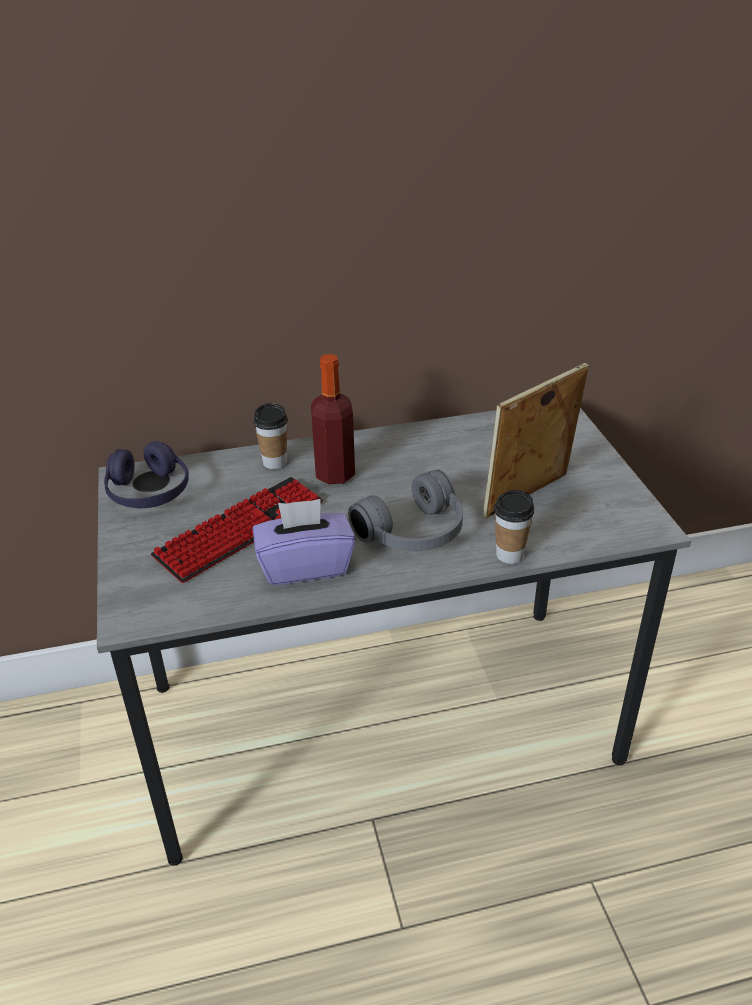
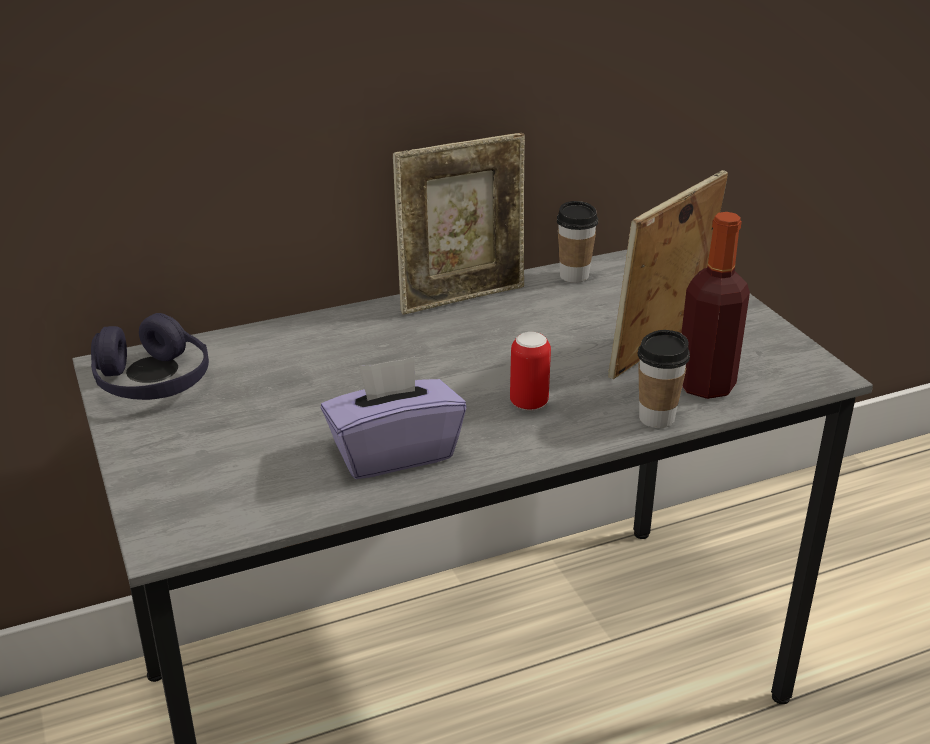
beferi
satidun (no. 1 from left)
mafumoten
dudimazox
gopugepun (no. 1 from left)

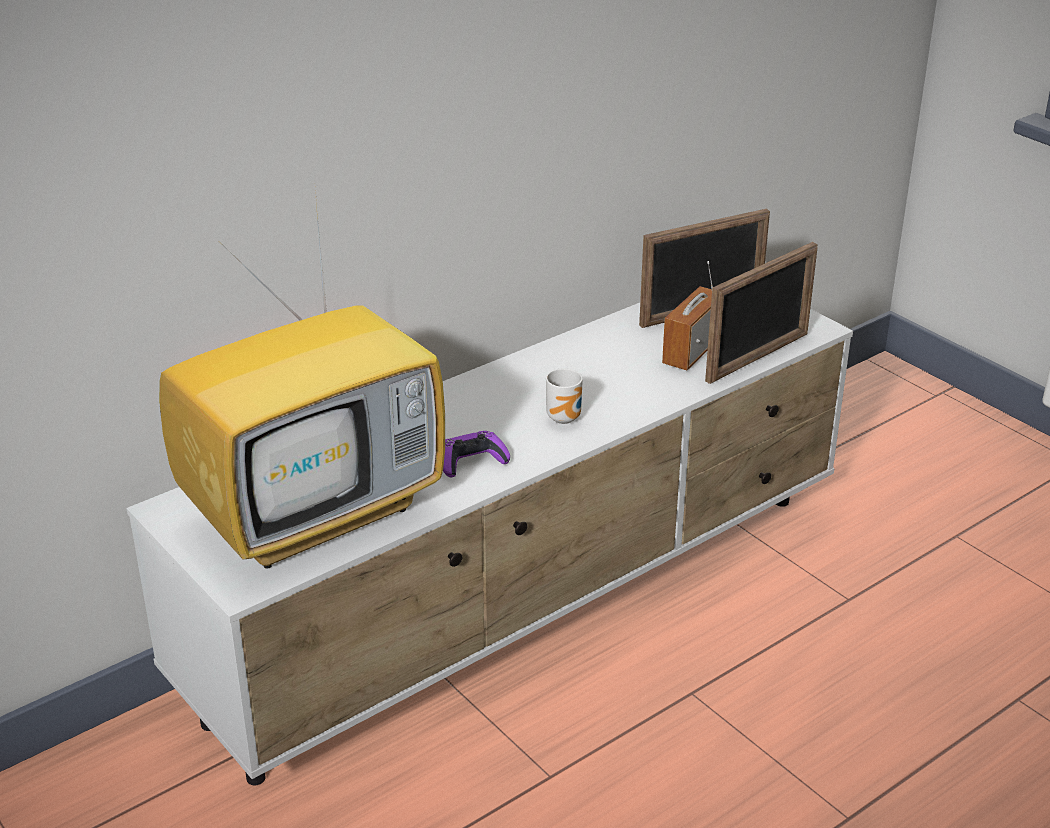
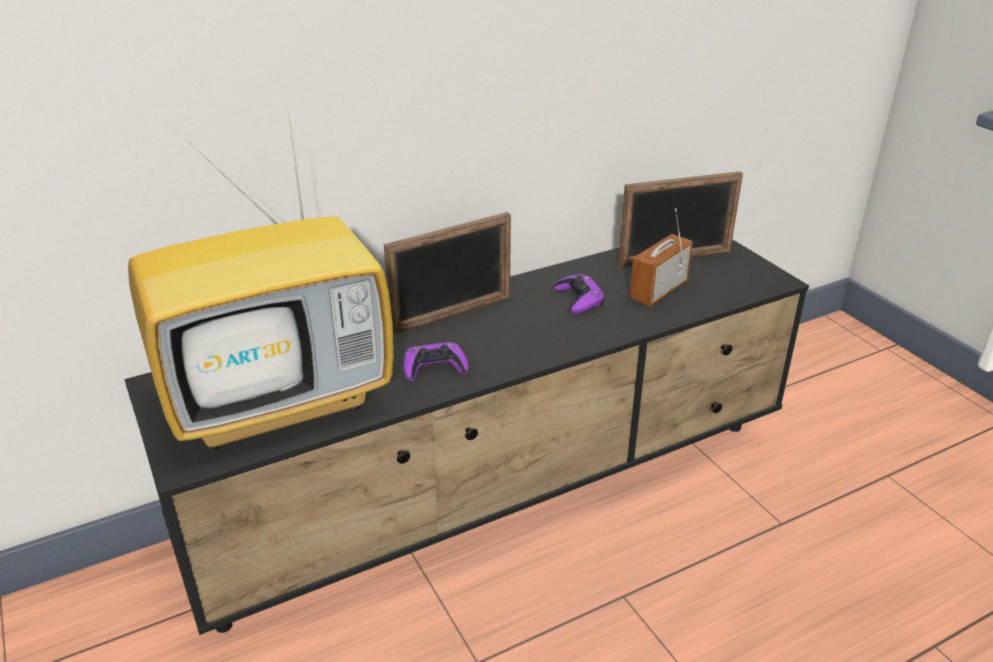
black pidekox
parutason
gopugepun (no. 1 from left)
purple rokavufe (no. 2 from left)

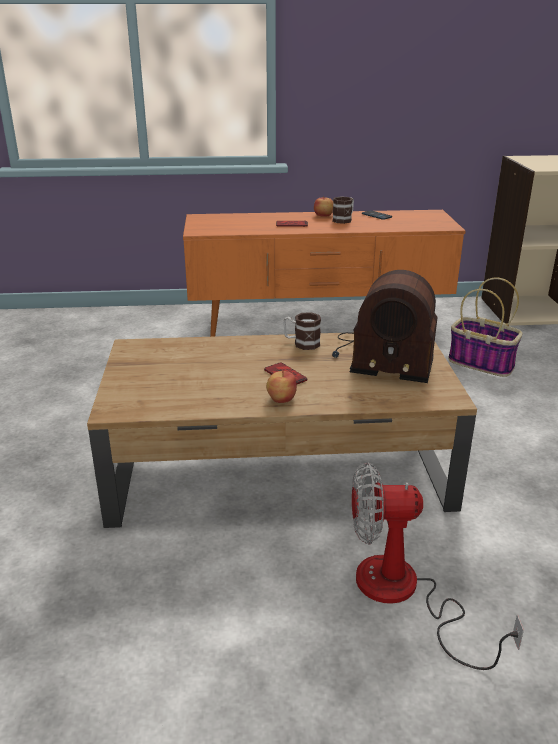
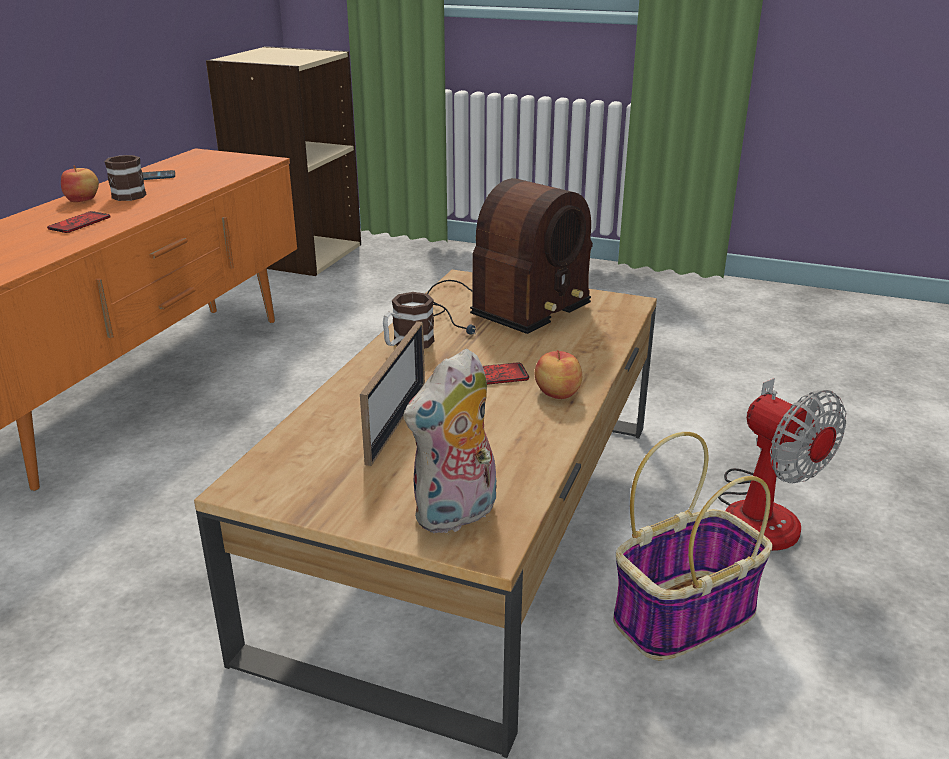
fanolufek
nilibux
gopugepun
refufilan

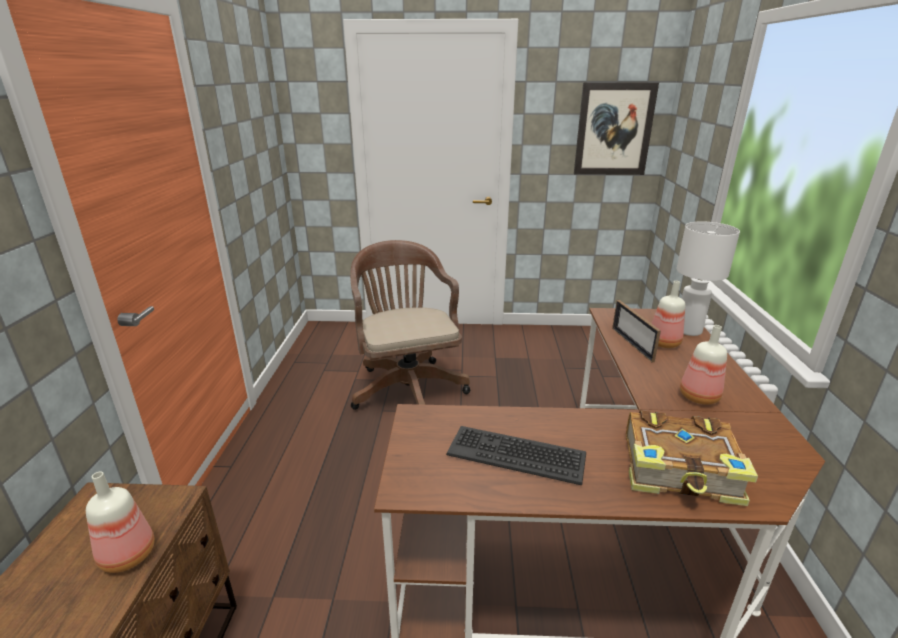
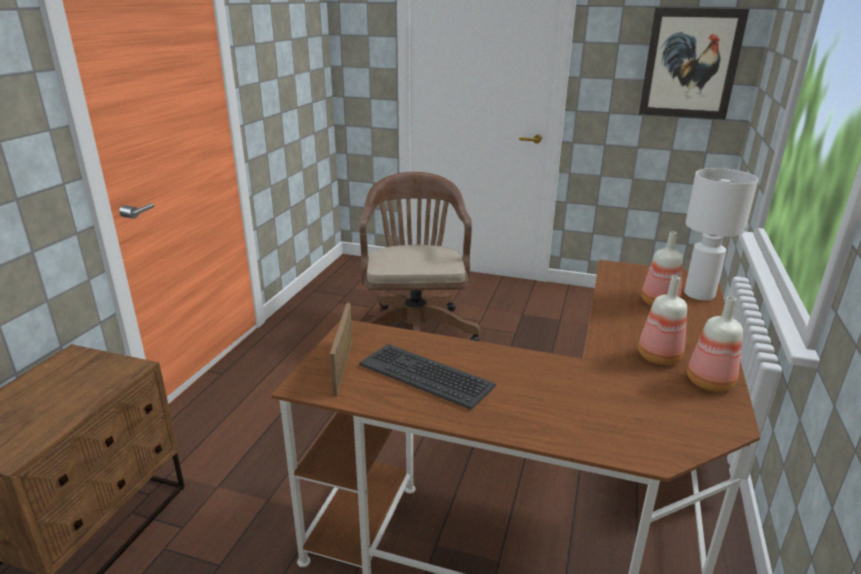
mafumoten (no. 3 from left)
gopugepun
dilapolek

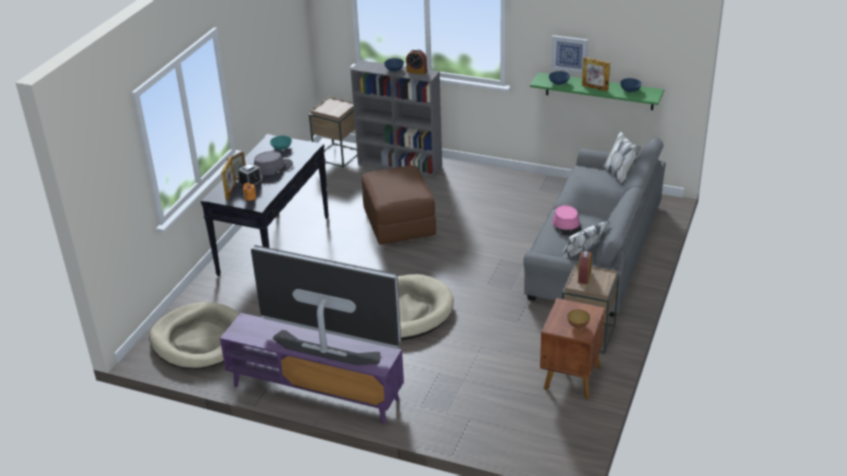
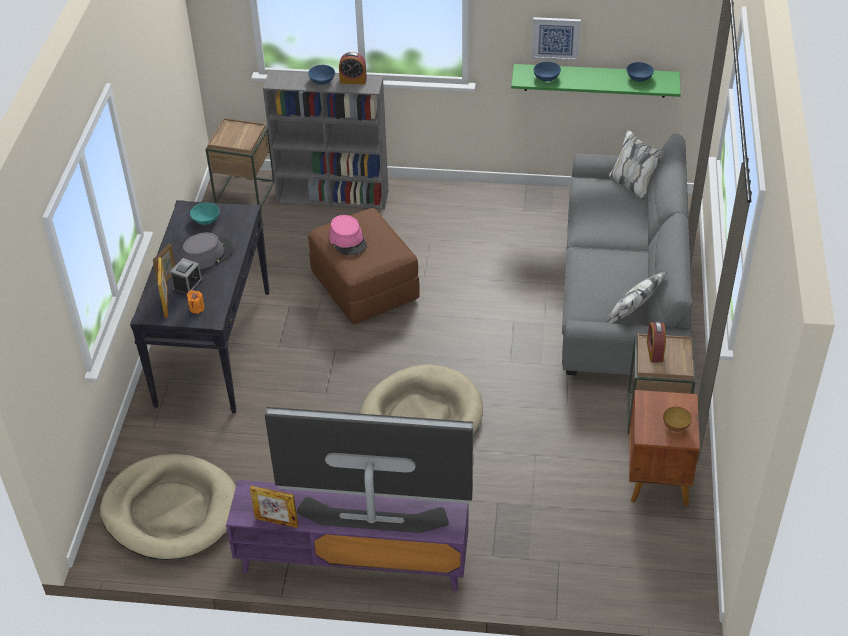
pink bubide
gopugepun (no. 3 from left)

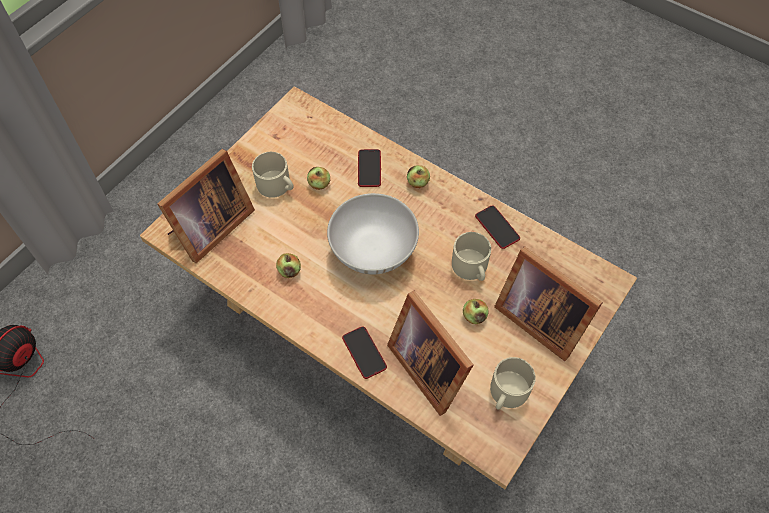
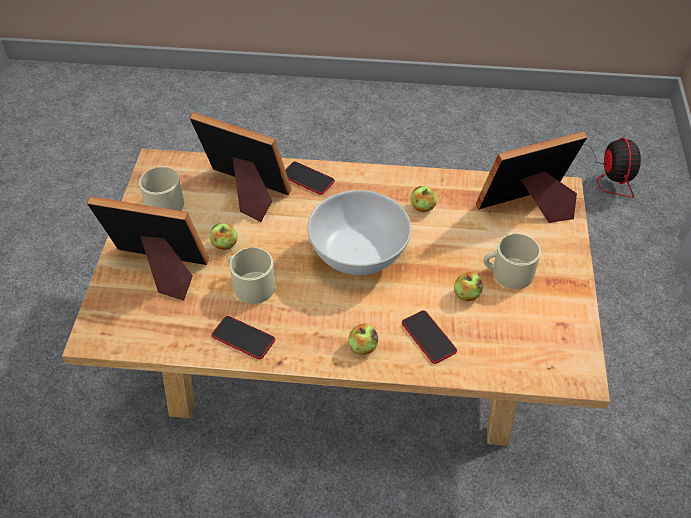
gopugepun (no. 3 from left)

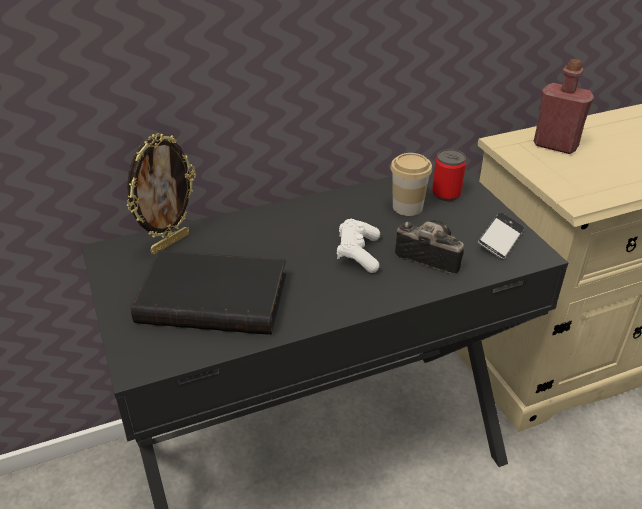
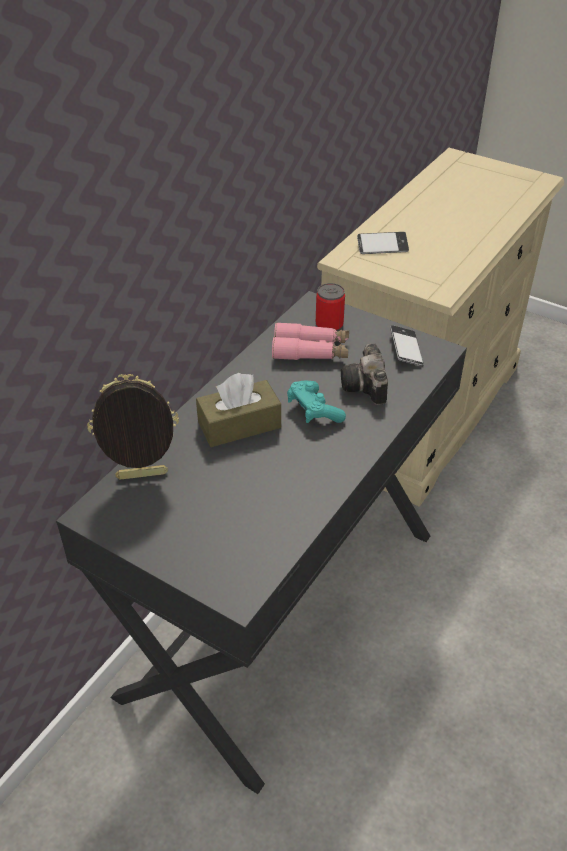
gopugepun
black dilapolek
turquoise rokavufe
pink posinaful
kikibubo
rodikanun (no. 1 from left)
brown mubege

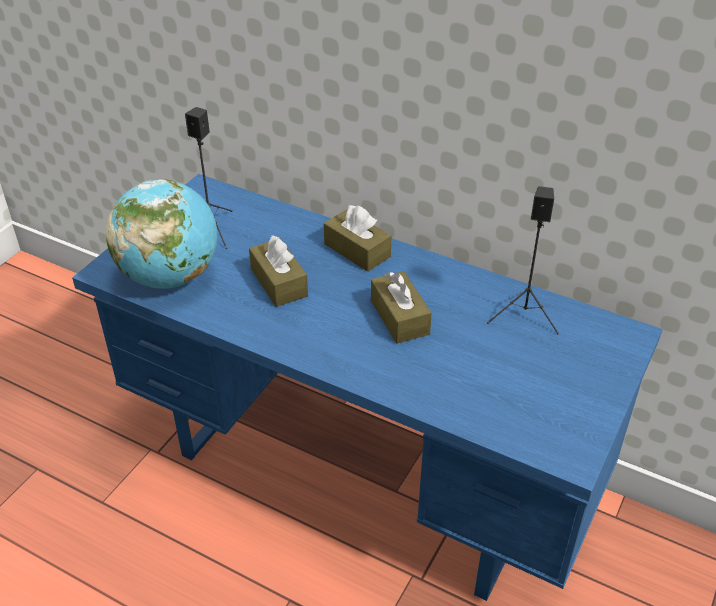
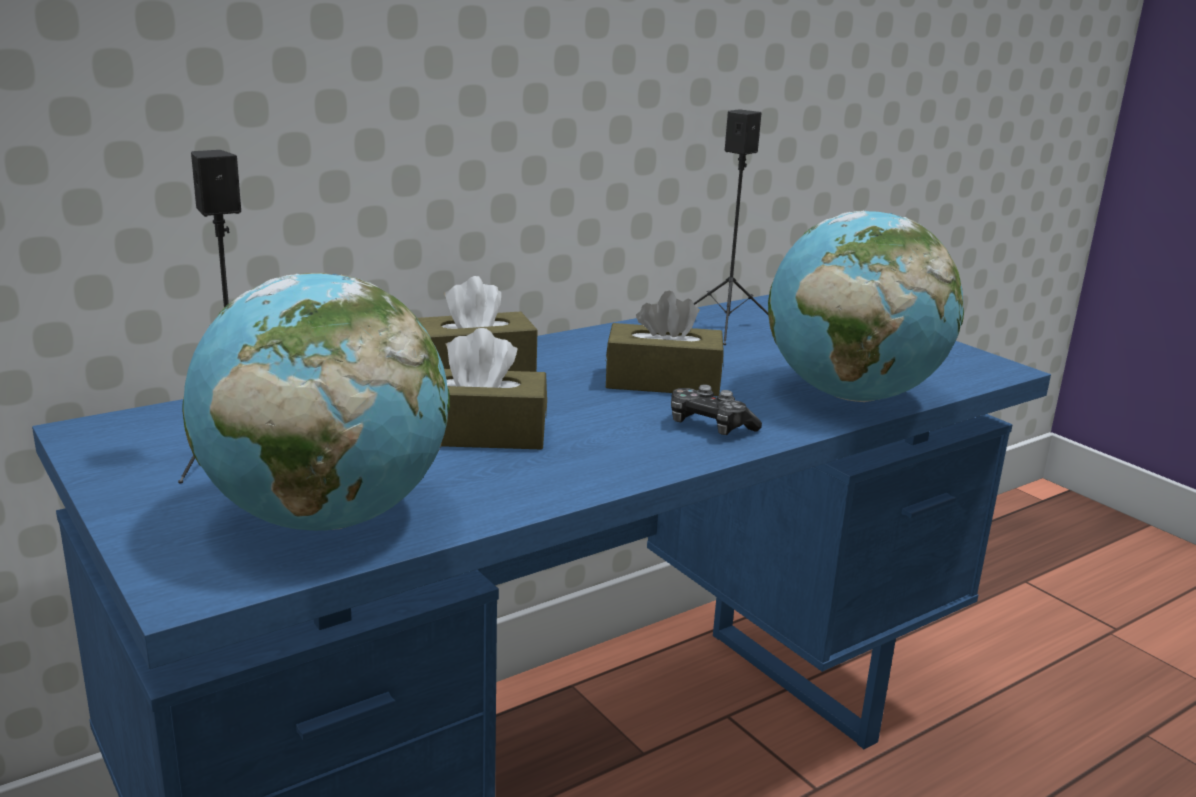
rokavufe
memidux (no. 2 from left)

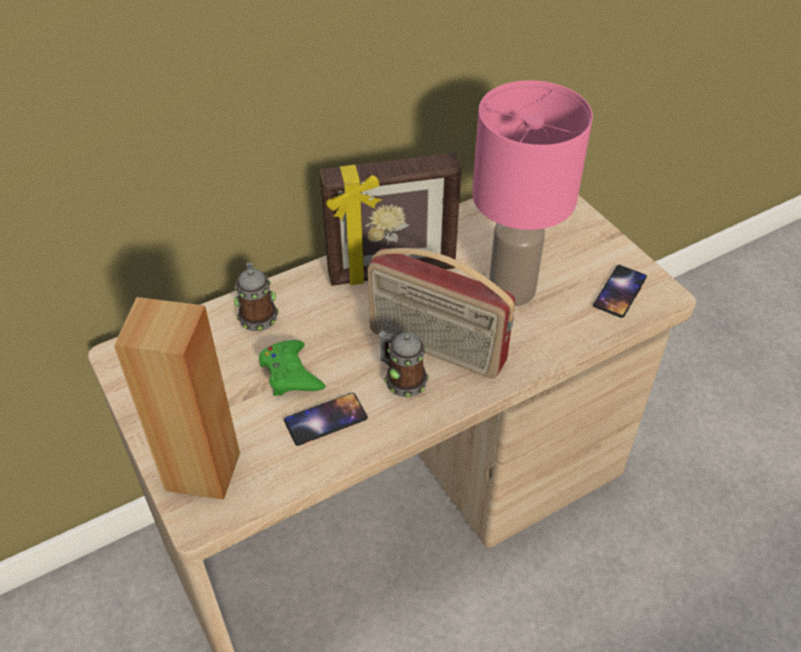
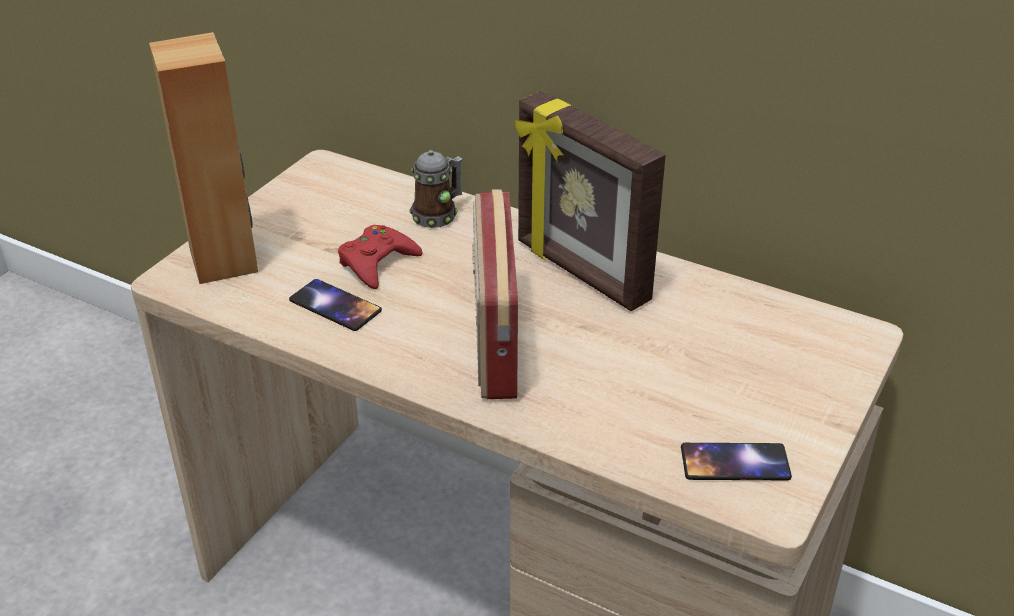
red rokavufe
parutason (no. 2 from left in the first image)
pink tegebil

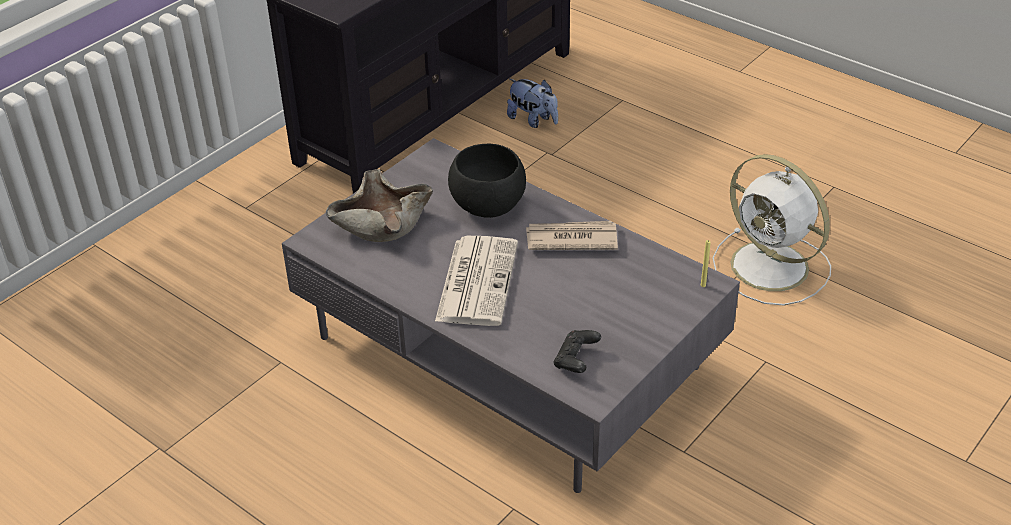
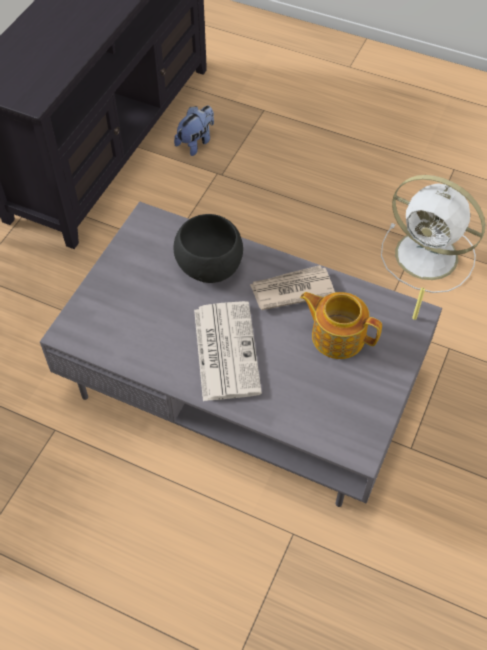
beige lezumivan
refufilan
black rokavufe
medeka

